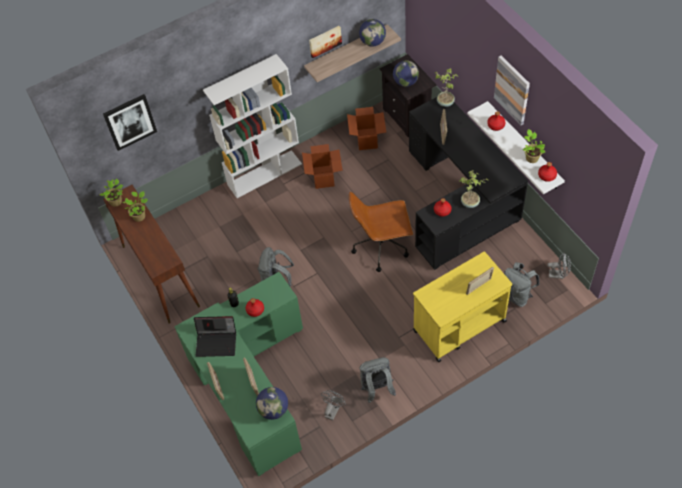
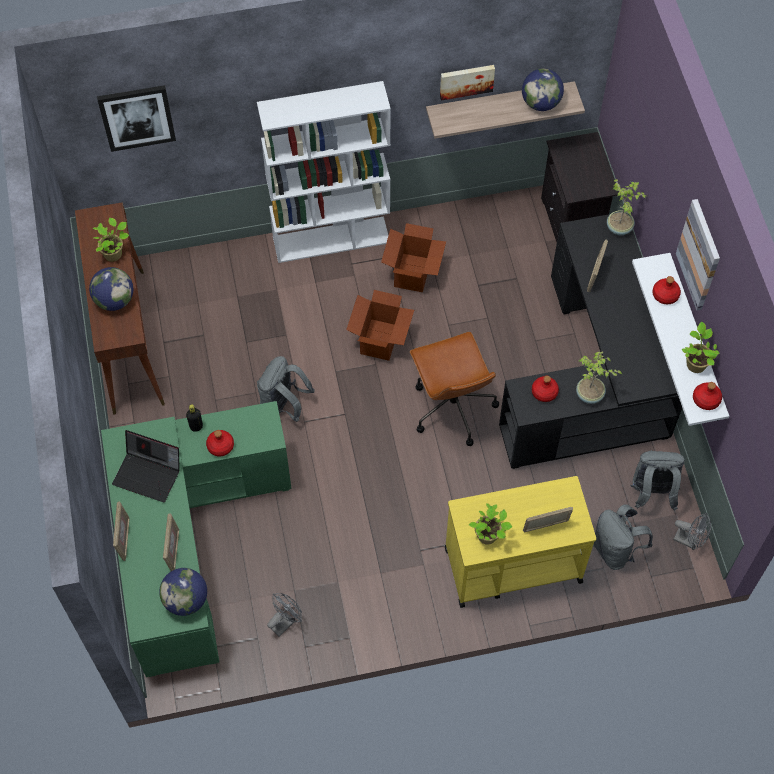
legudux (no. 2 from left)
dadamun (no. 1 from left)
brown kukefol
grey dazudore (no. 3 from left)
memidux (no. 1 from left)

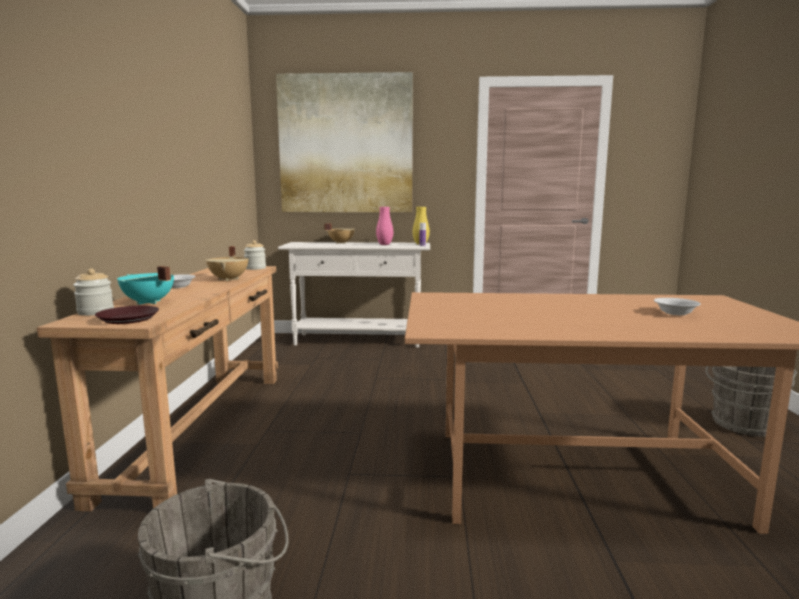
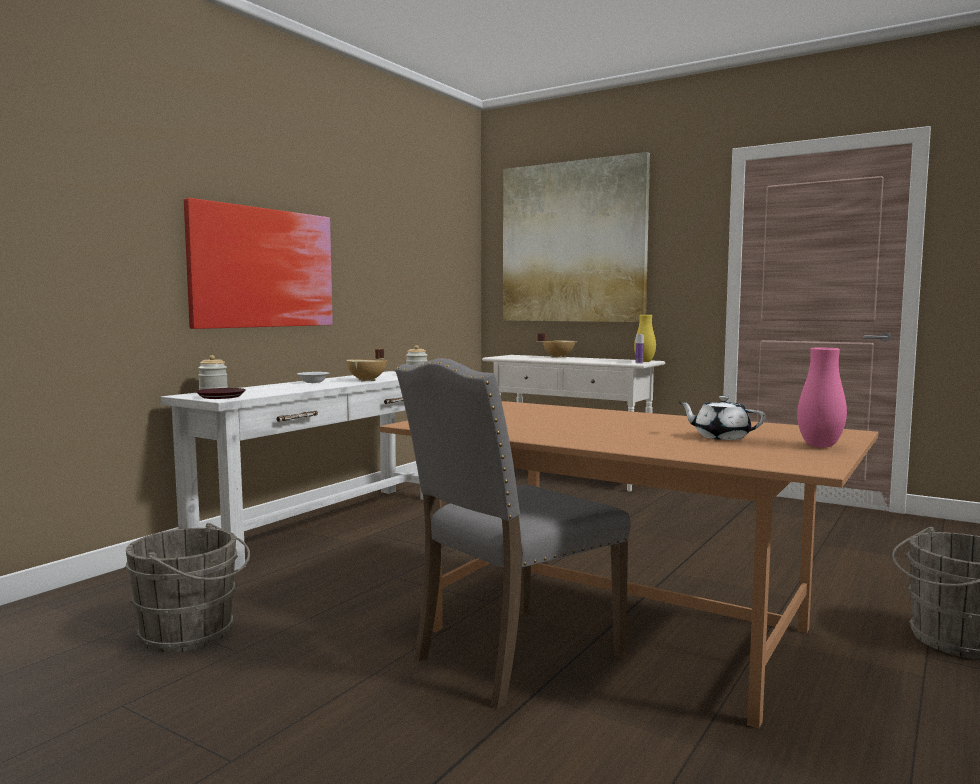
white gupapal (no. 1 from left)
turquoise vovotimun
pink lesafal
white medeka
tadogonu (no. 1 from left)
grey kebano

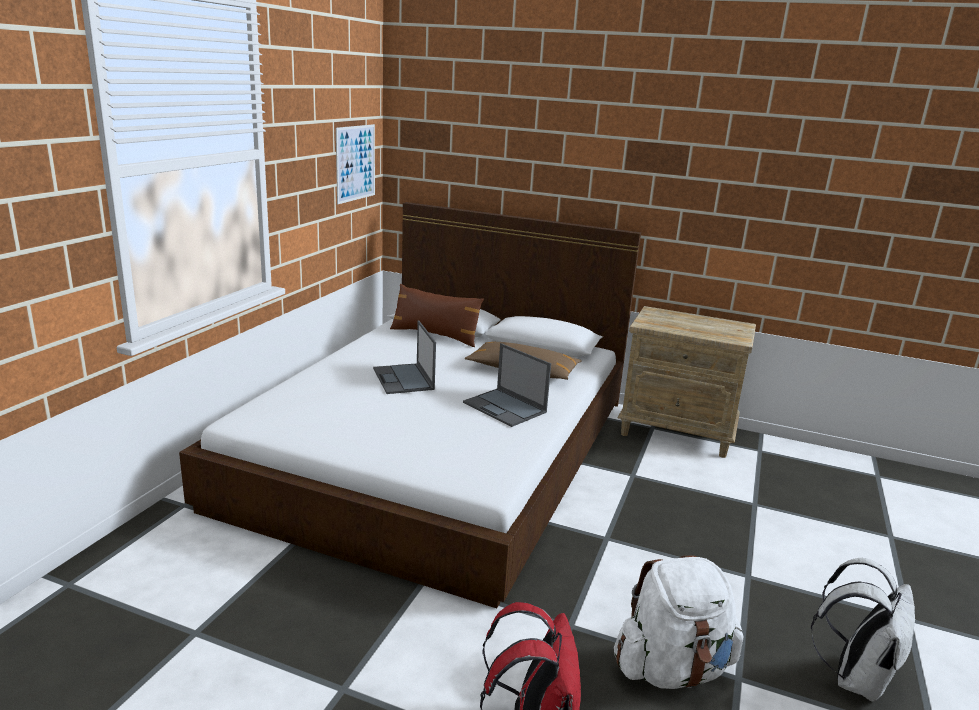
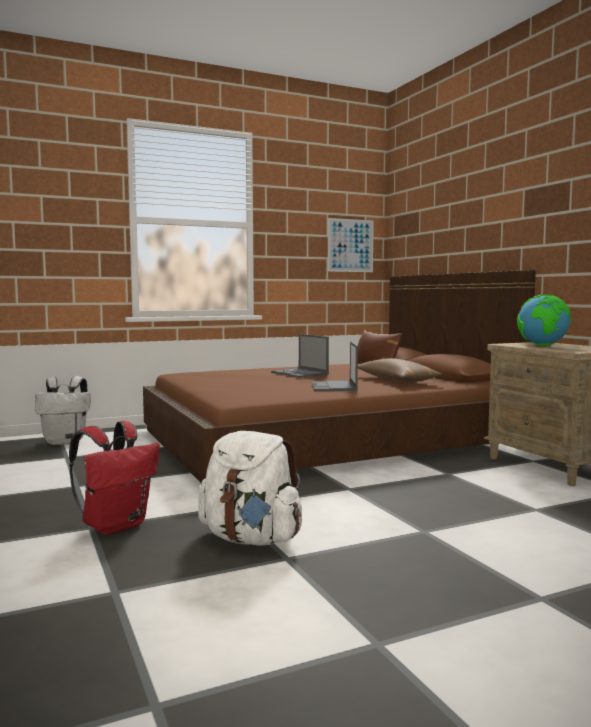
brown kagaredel
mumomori (no. 1 from left)
white dazudore (no. 1 from left)
memidux

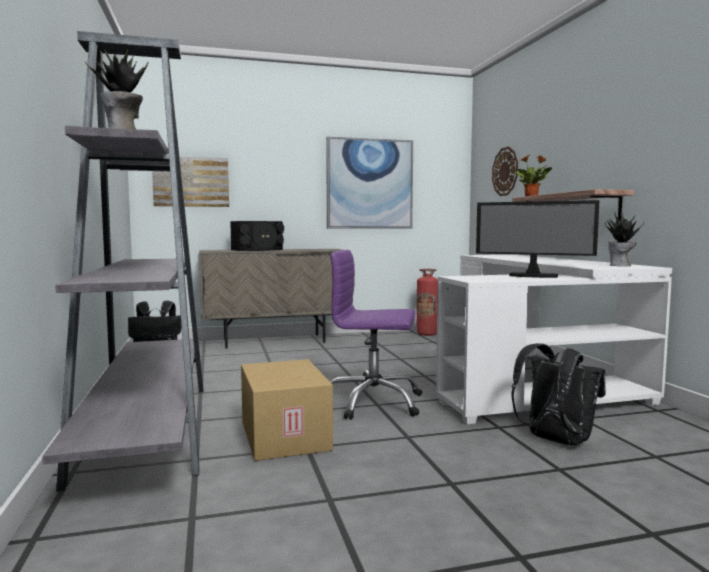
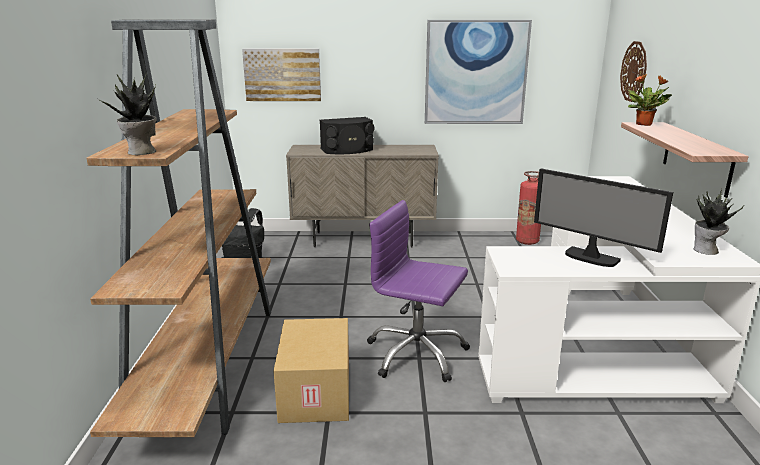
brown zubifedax
black dazudore (no. 2 from left in the first image)

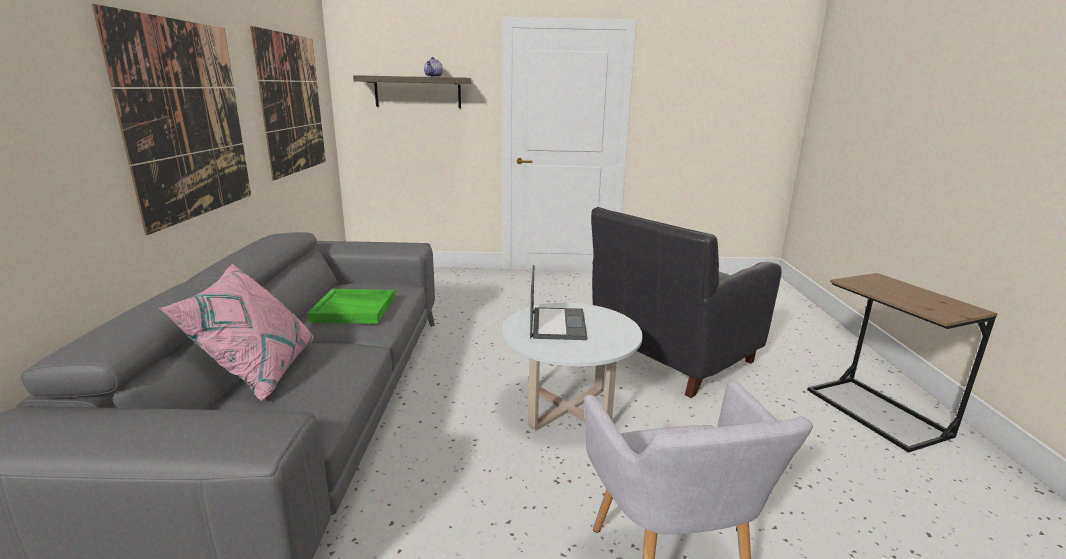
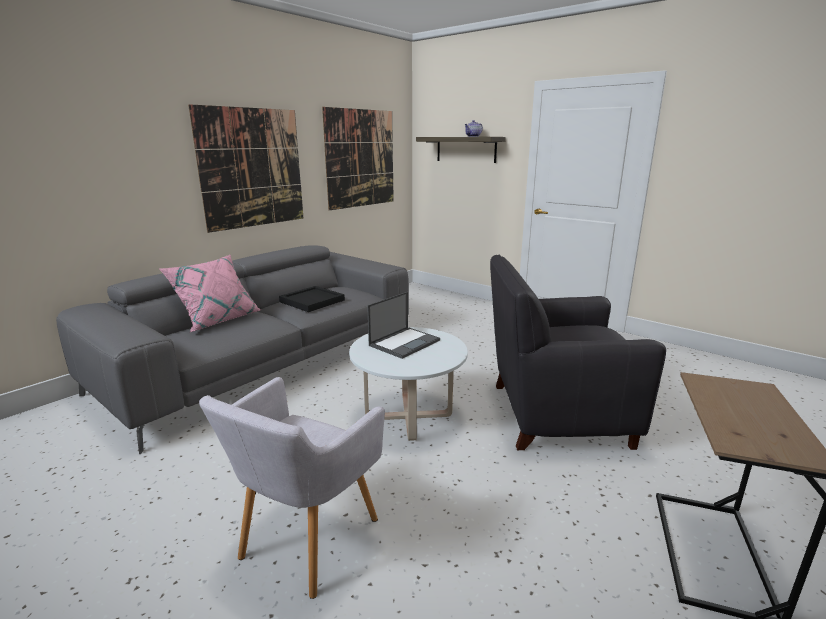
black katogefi

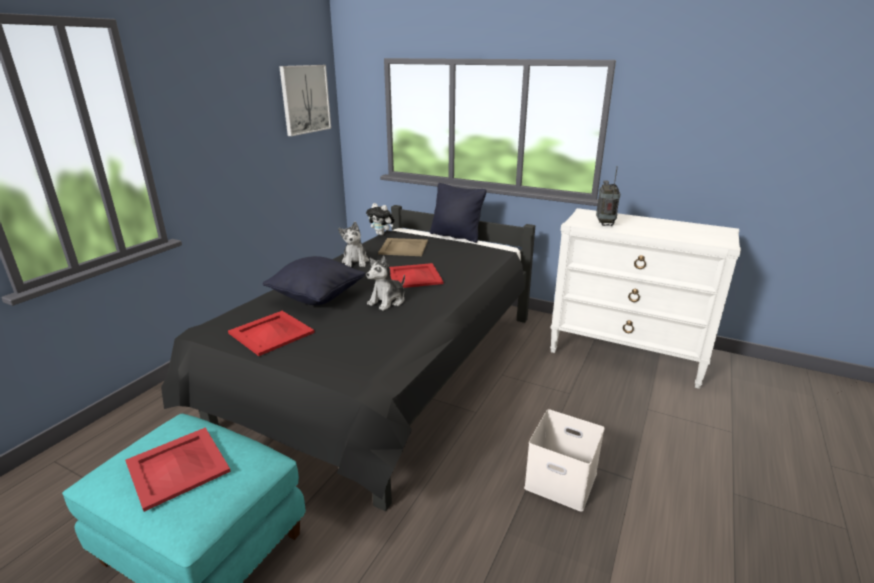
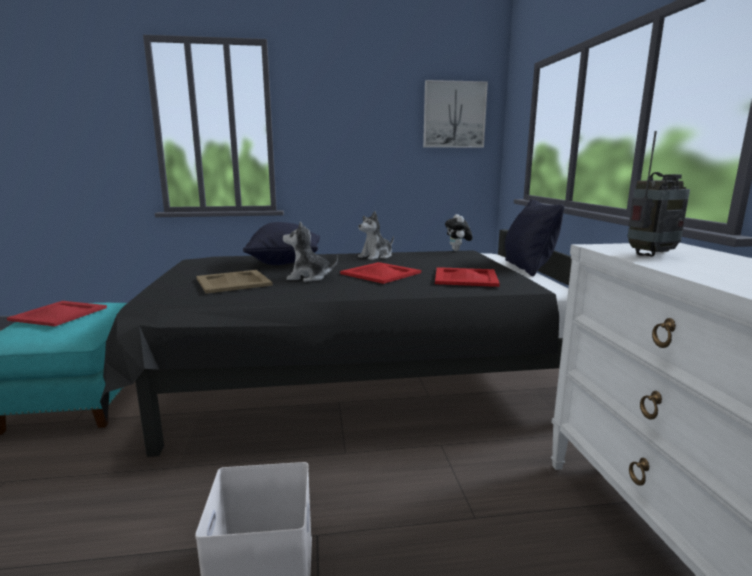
red katogefi (no. 3 from left)
beige katogefi

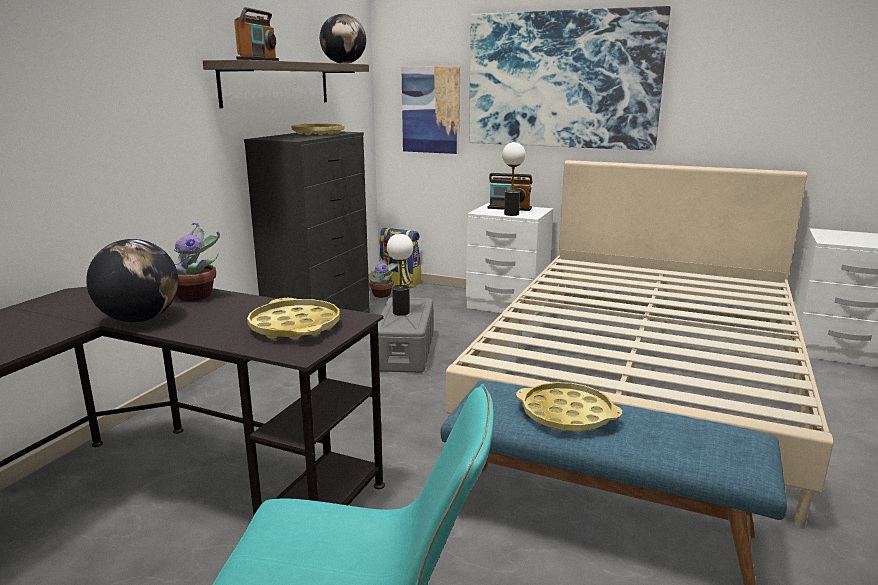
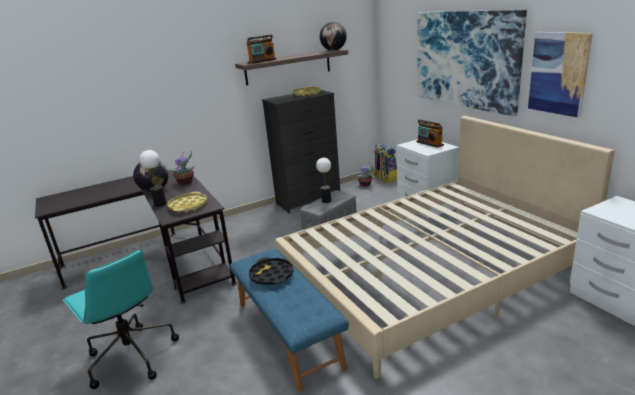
tadogonu (no. 2 from left)
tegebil (no. 1 from left)
black katogefi

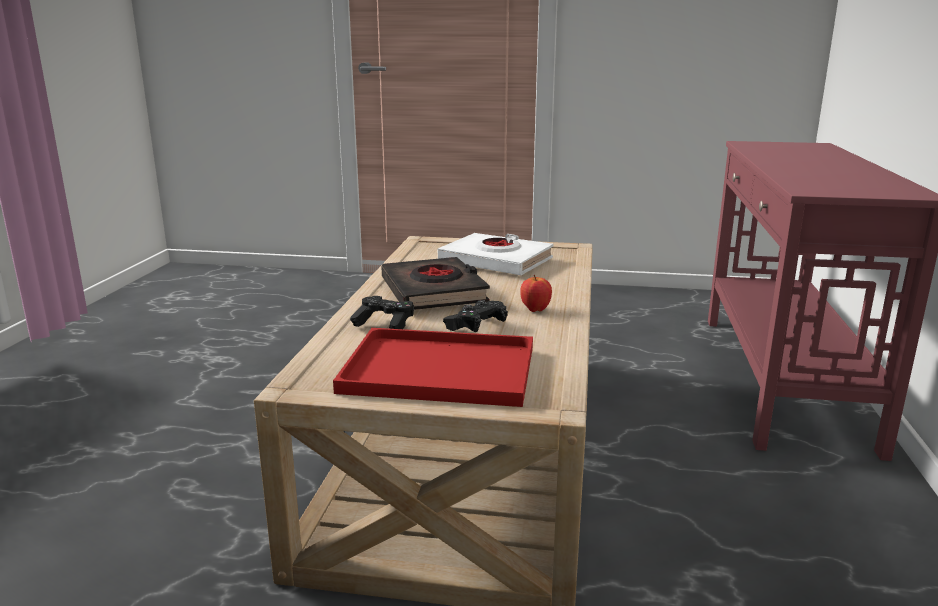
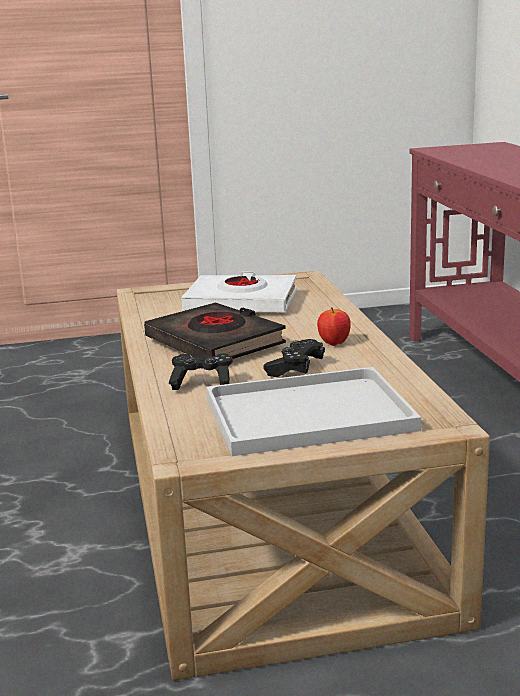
white katogefi

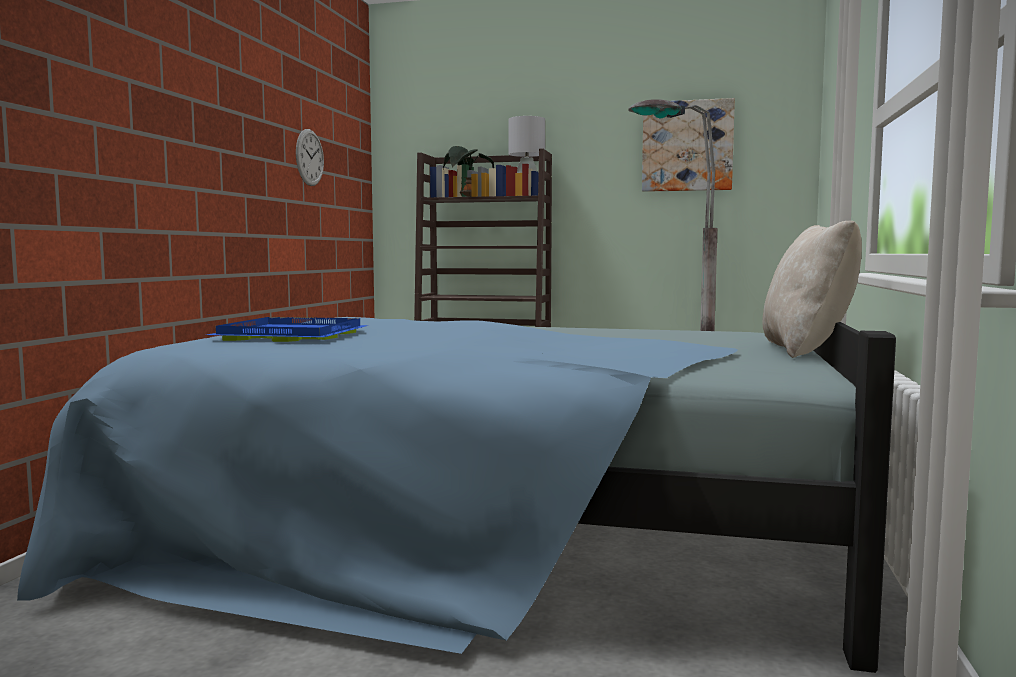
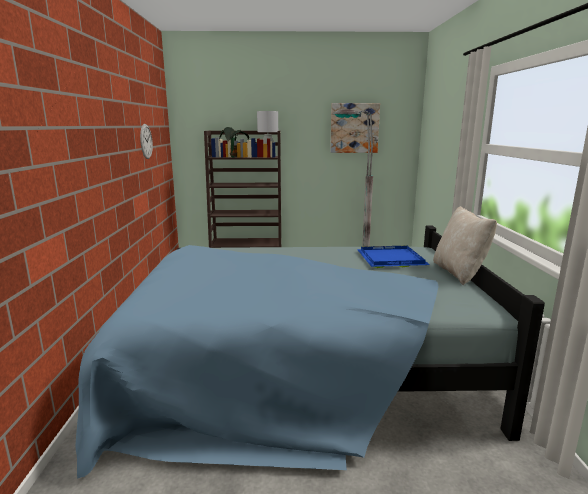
blue katogefi

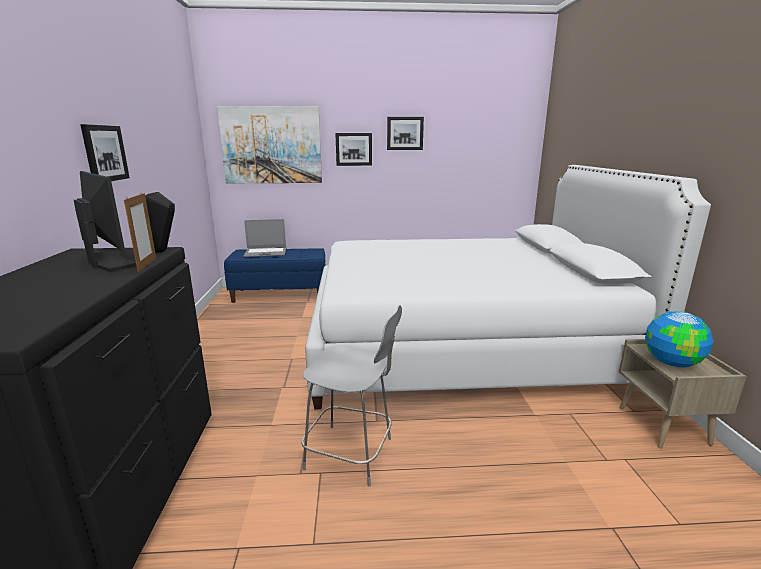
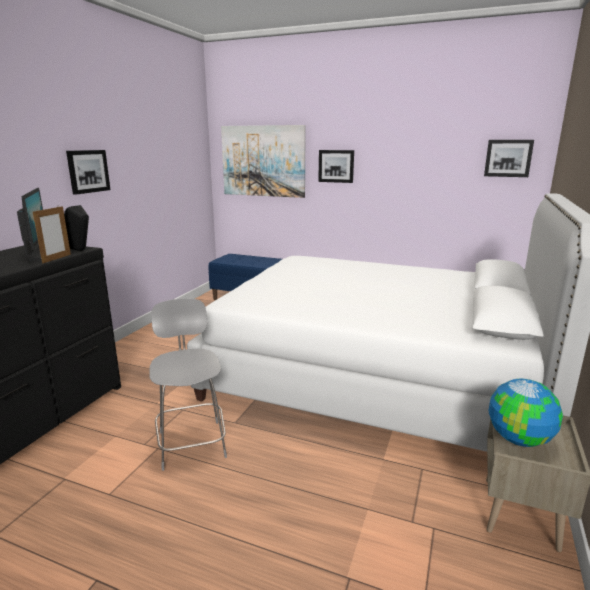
mumomori
grey kebano
tadogonu (no. 4 from left)

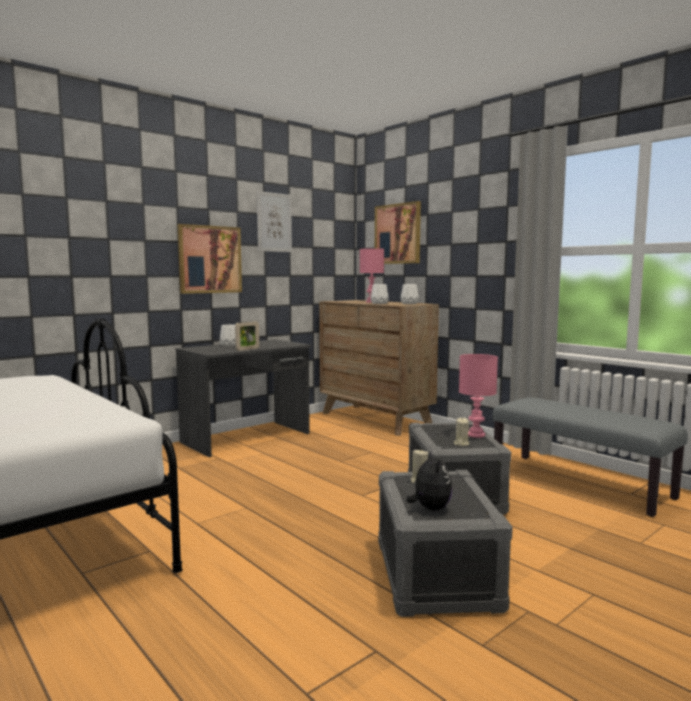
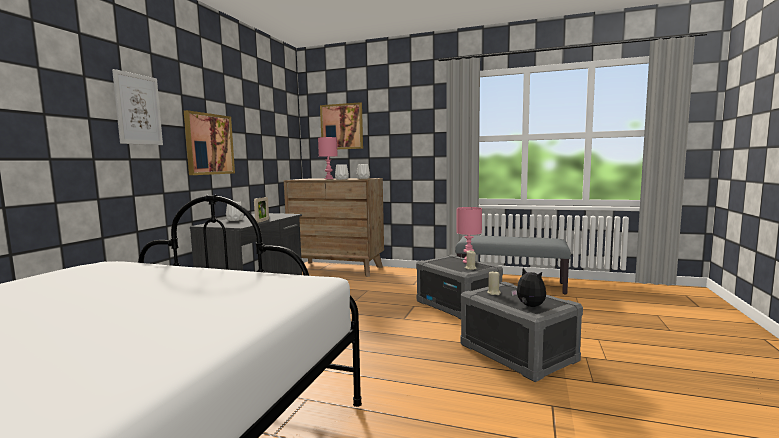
tadogonu (no. 1 from left)

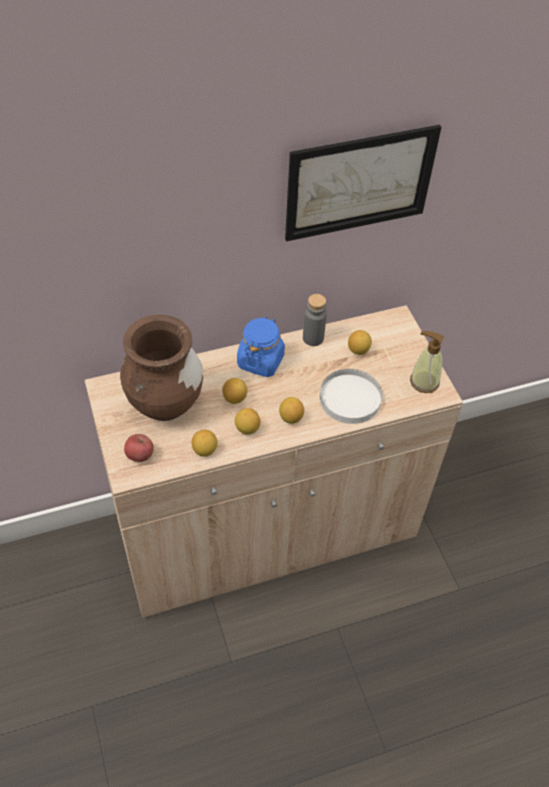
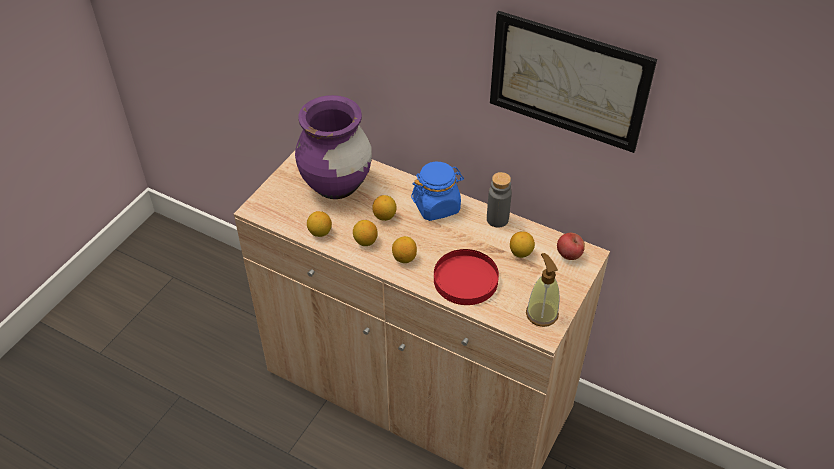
purple lesafal
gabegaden
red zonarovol

